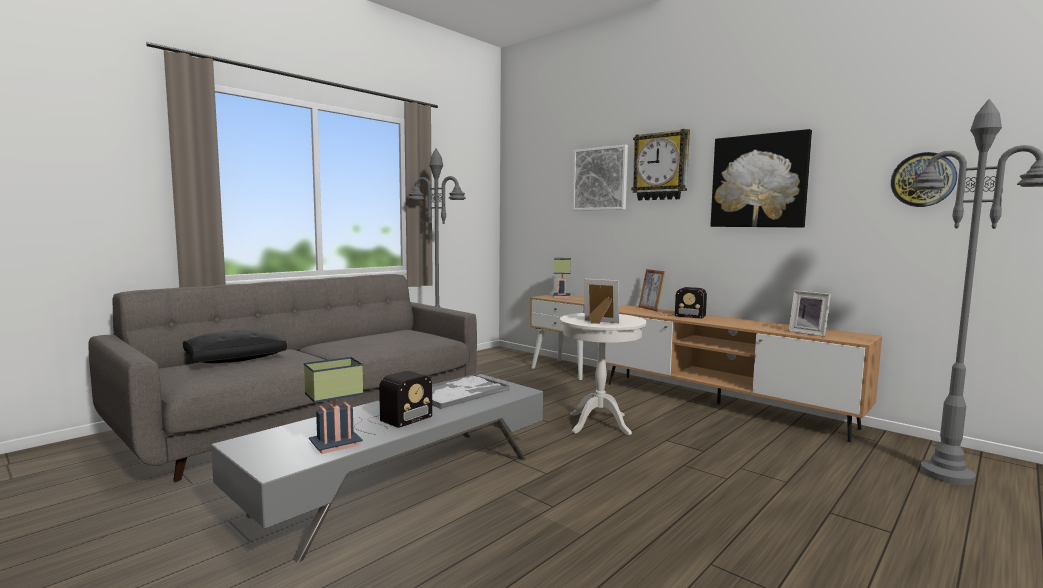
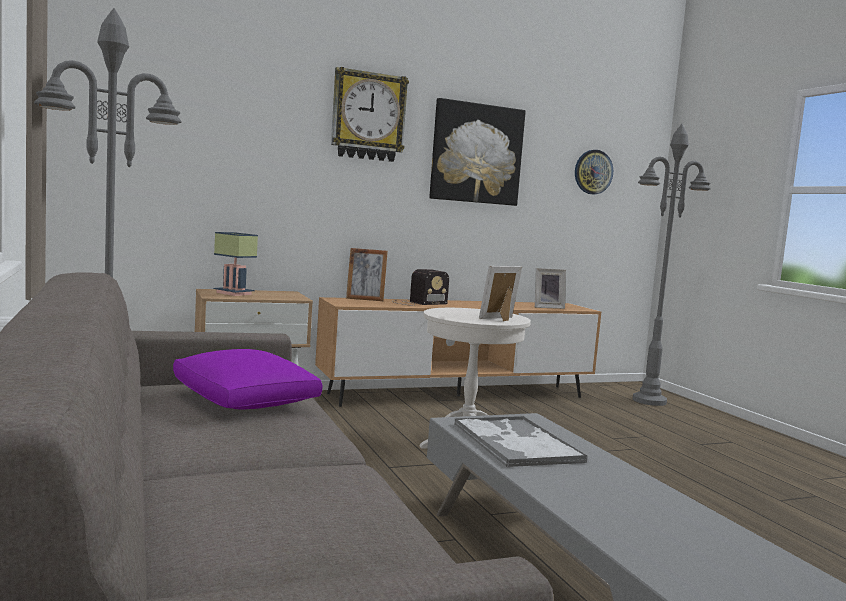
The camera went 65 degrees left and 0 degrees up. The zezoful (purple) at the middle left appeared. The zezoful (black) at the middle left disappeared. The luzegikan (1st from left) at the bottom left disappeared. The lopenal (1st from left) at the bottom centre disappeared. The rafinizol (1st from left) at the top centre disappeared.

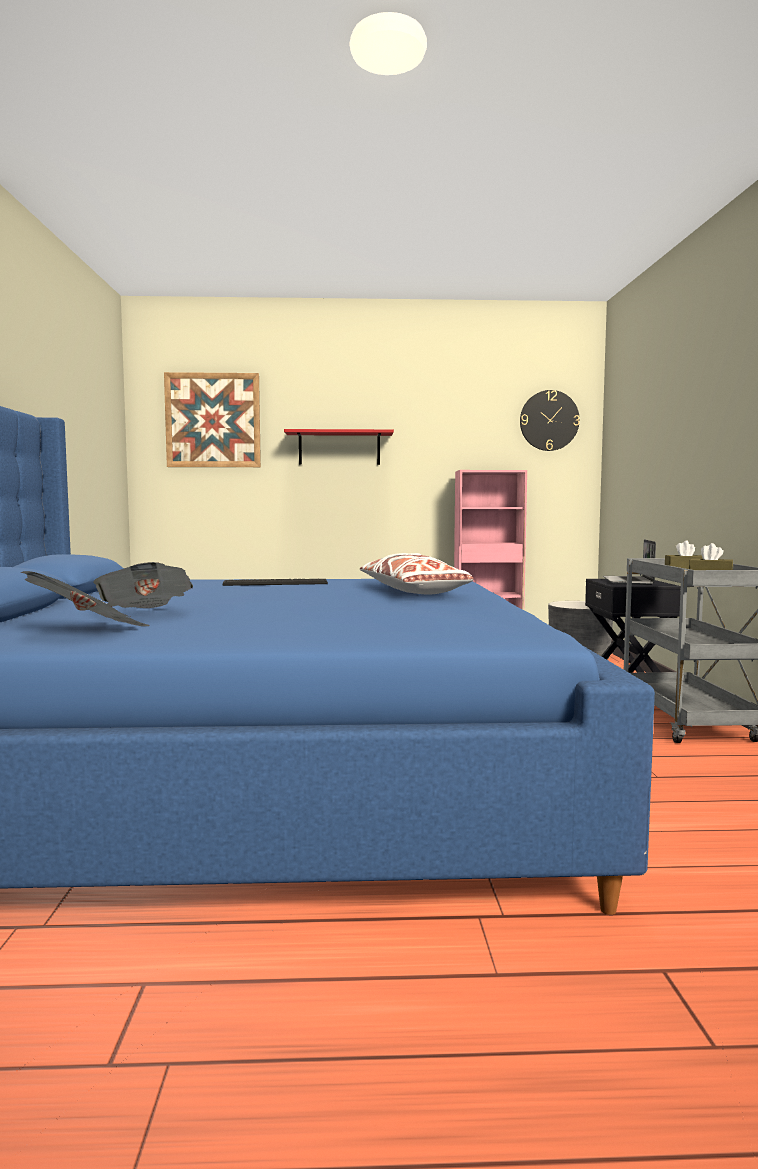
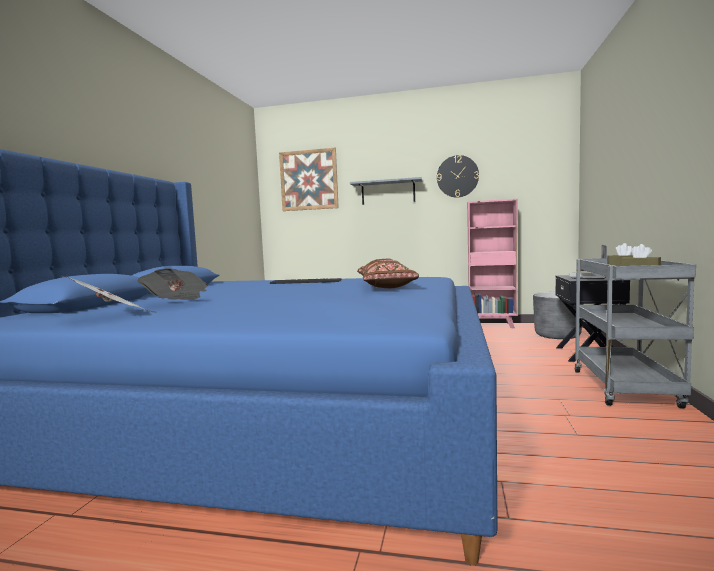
The camera went 15 degrees right and 0 degrees up. The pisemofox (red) at the centre became the pisemofox (grey) at the centre. The zezoful (white) at the centre became the zezoful (brown) at the centre. The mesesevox moved from the middle right to the top centre.

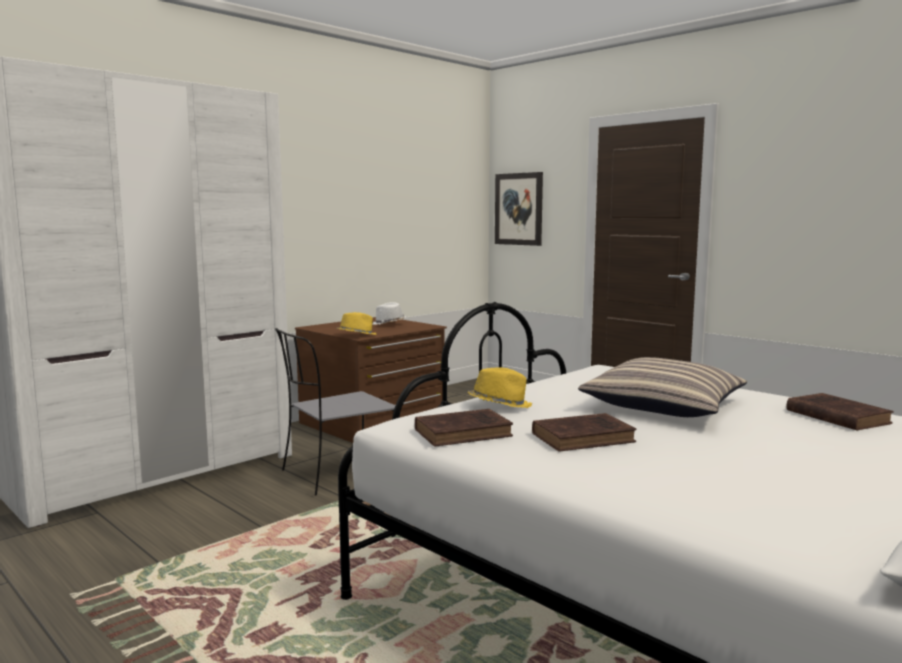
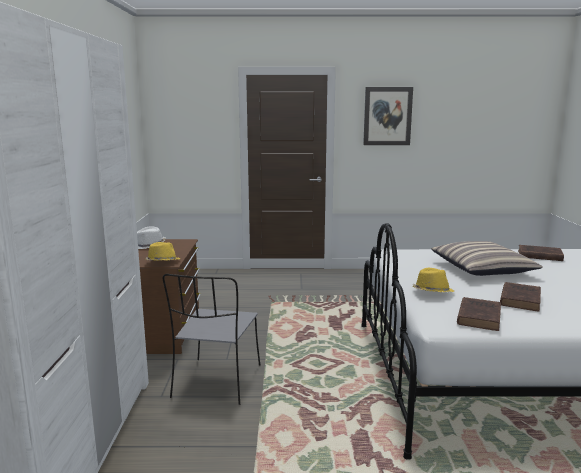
The camera went 45 degrees left and 5 degrees up. The rafinizol moved from the top centre to the top right.

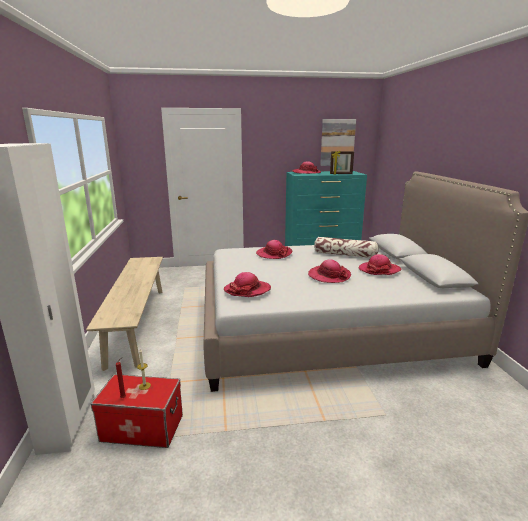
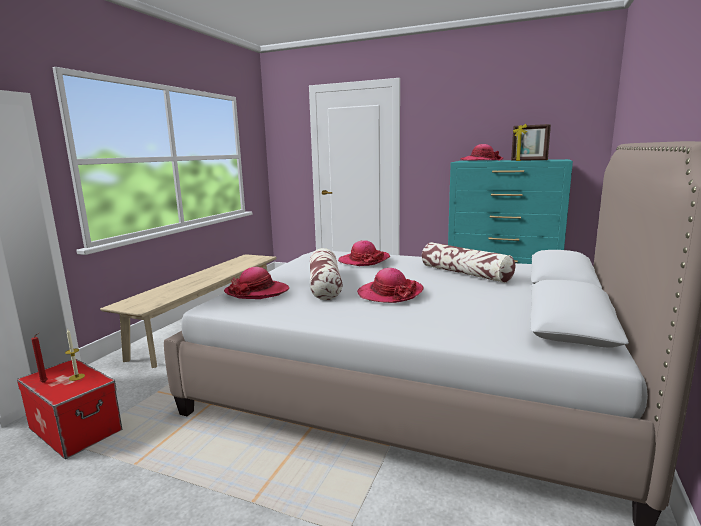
The camera went 30 degrees right and 5 degrees down. The zezoful (1st from left) at the centre appeared. The rafinizol at the top centre disappeared. The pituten (5th from left) at the middle right disappeared.

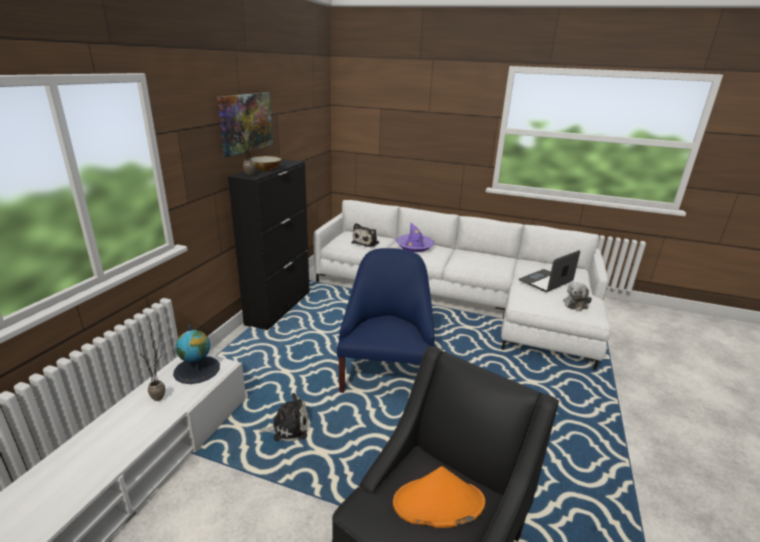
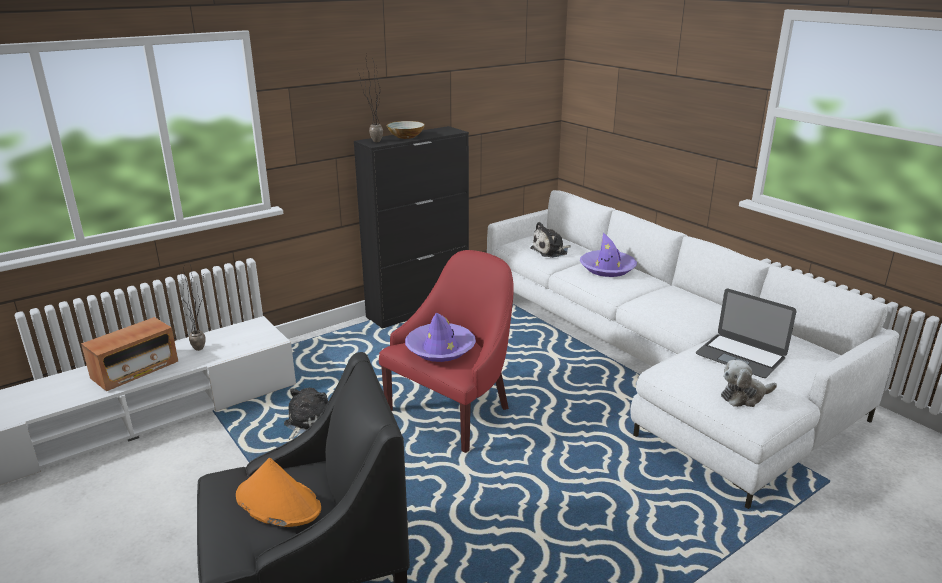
The camera went 35 degrees right and 0 degrees up. The lopenal at the middle left appeared. The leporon (1st from left) at the bottom centre turned 90 degrees counterclockwise. The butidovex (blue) at the centre became the butidovex (red) at the centre. The pituten (purple) (1st from left) at the centre appeared. The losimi at the middle right turned 135 degrees counterclockwise. The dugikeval at the middle left disappeared. The rafinizol at the top left disappeared.

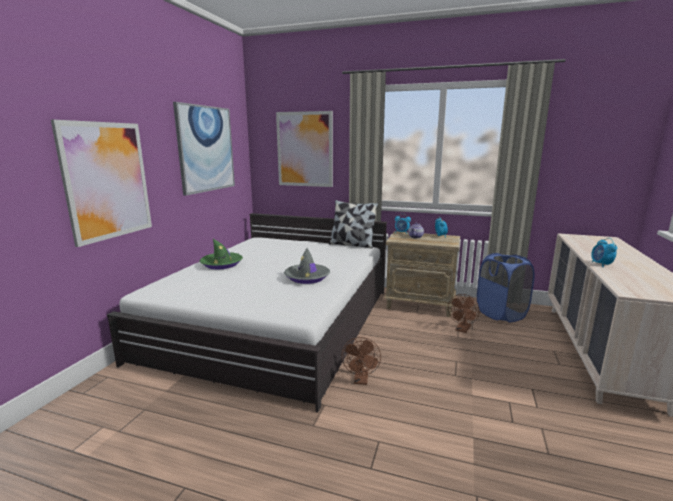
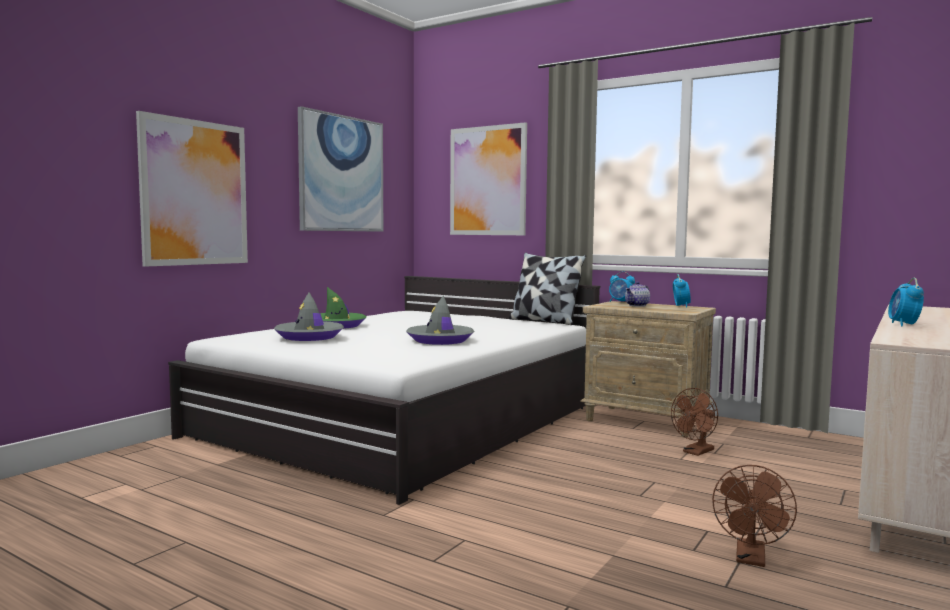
The camera went 15 degrees right and 10 degrees down. The pituten (grey) (1st from left) at the middle left appeared. The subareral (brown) (1st from left in the first image) moved from the bottom centre to the bottom right. The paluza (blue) at the middle right disappeared.

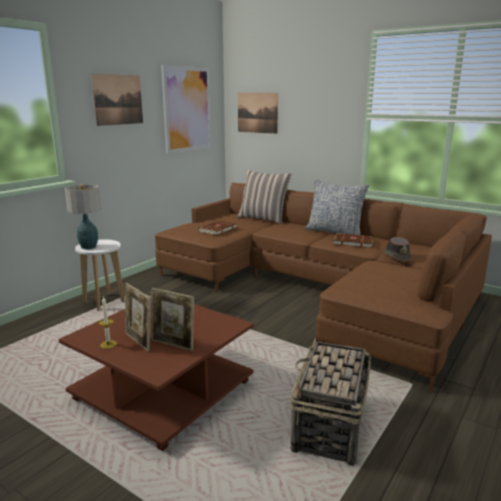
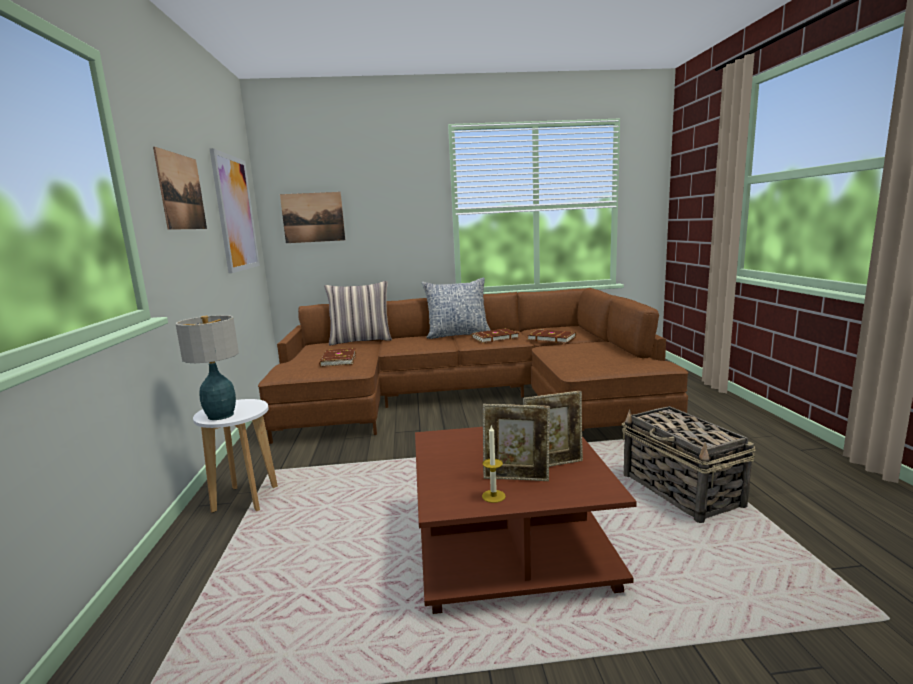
The camera went 40 degrees left and 5 degrees down. The pituten (brown) at the middle right was replaced by the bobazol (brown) (3rd from left) at the centre.

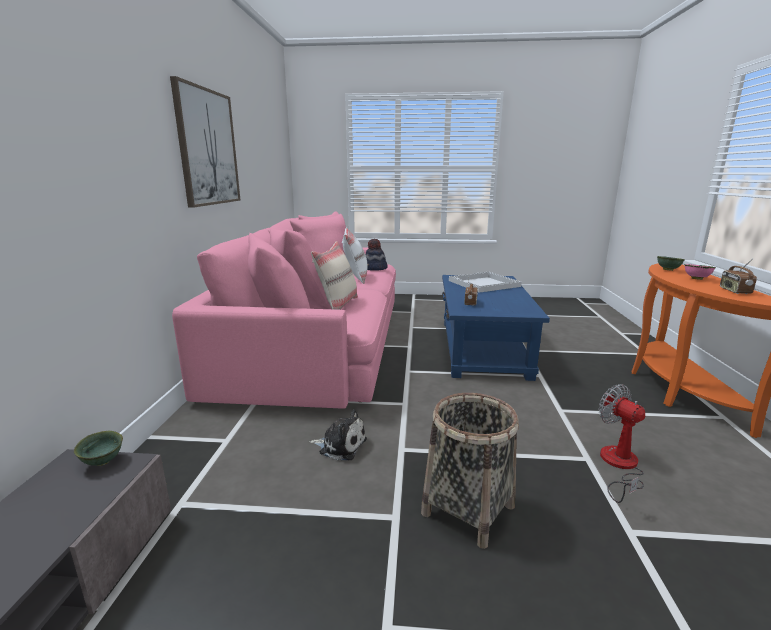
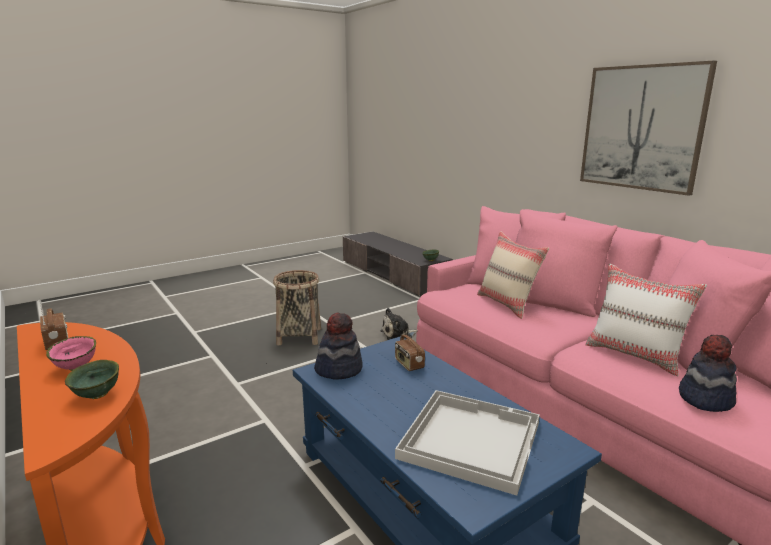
The camera went 140 degrees right and 0 degrees up. The pituten (1st from left) at the centre appeared. The subareral at the bottom right disappeared.

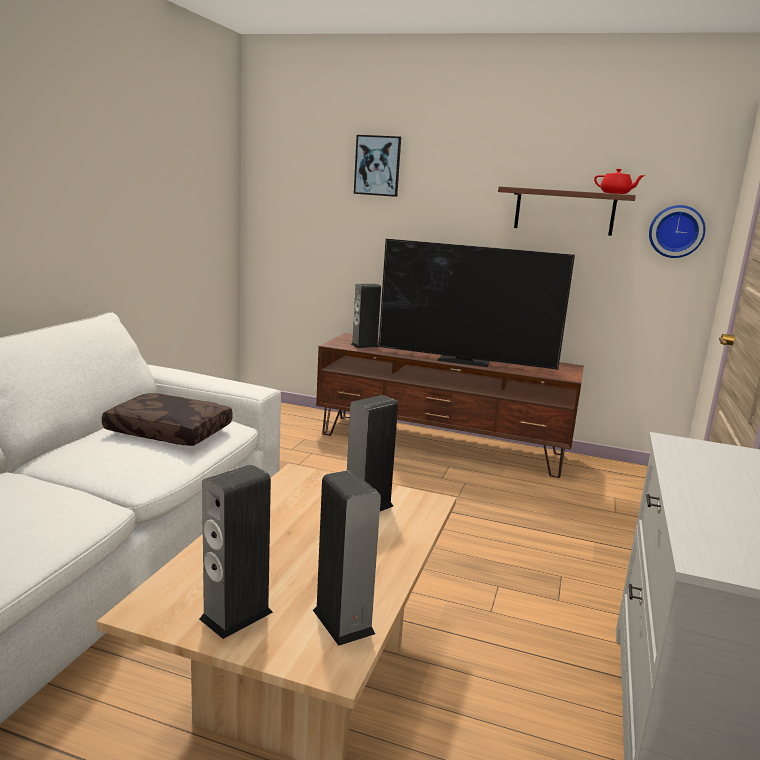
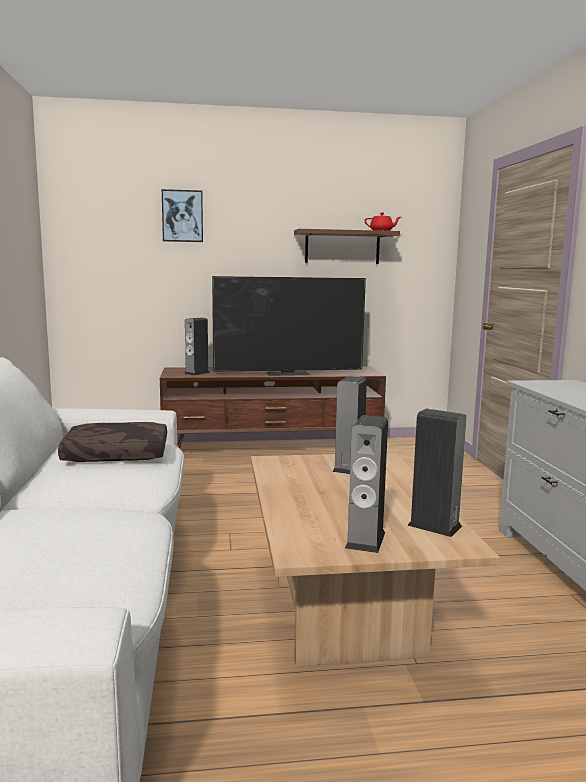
The camera went 25 degrees left and 5 degrees down. The mesesevox at the top right disappeared.

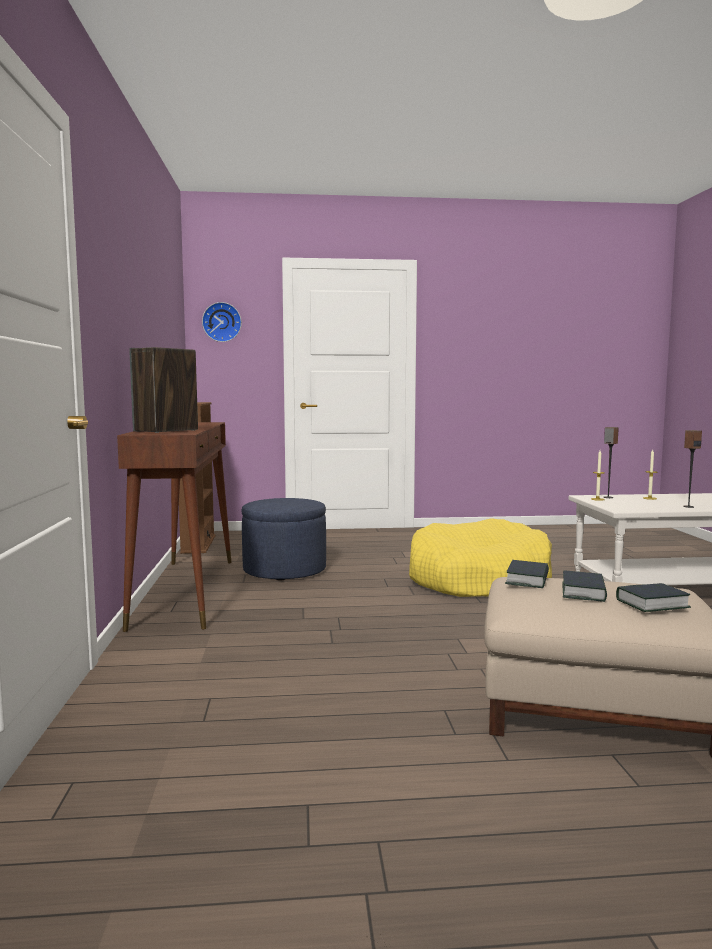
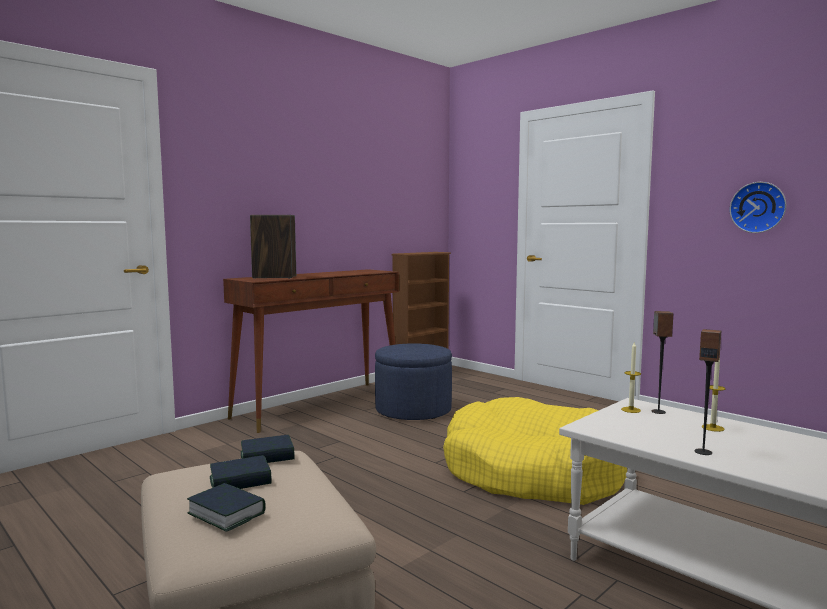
The camera went 50 degrees right and 0 degrees up. The mesesevox moved from the middle left to the middle right.

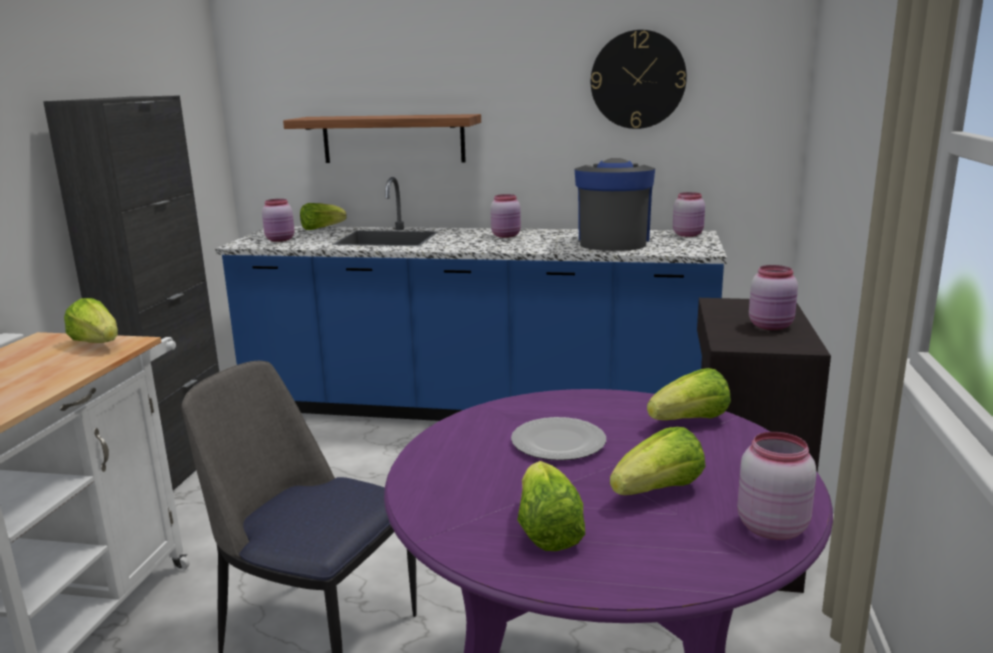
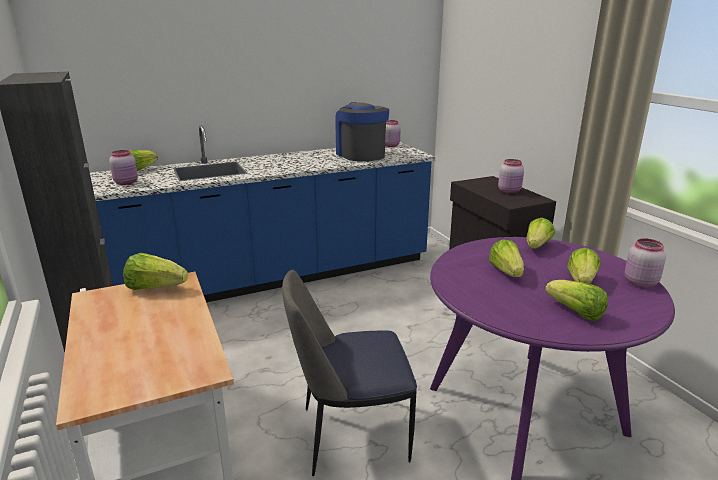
The camera went 35 degrees left and 5 degrees up. The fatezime at the bottom centre was replaced by the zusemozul (3rd from left) at the middle right. The pisemofox at the top centre disappeared. The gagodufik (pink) (2nd from left) at the top centre disappeared. The mesesevox at the top centre disappeared.

